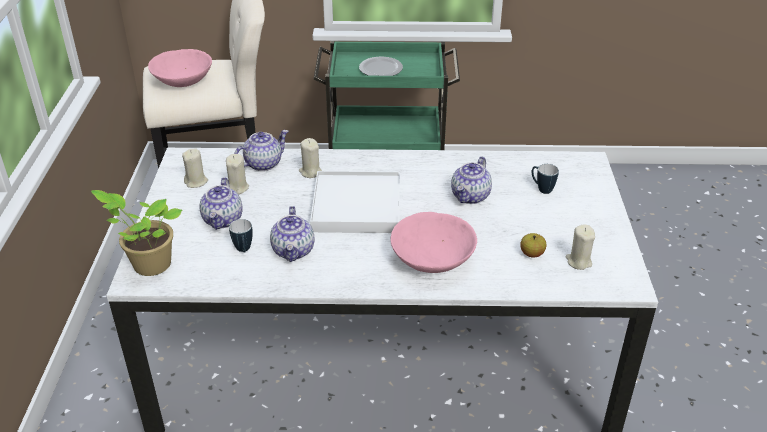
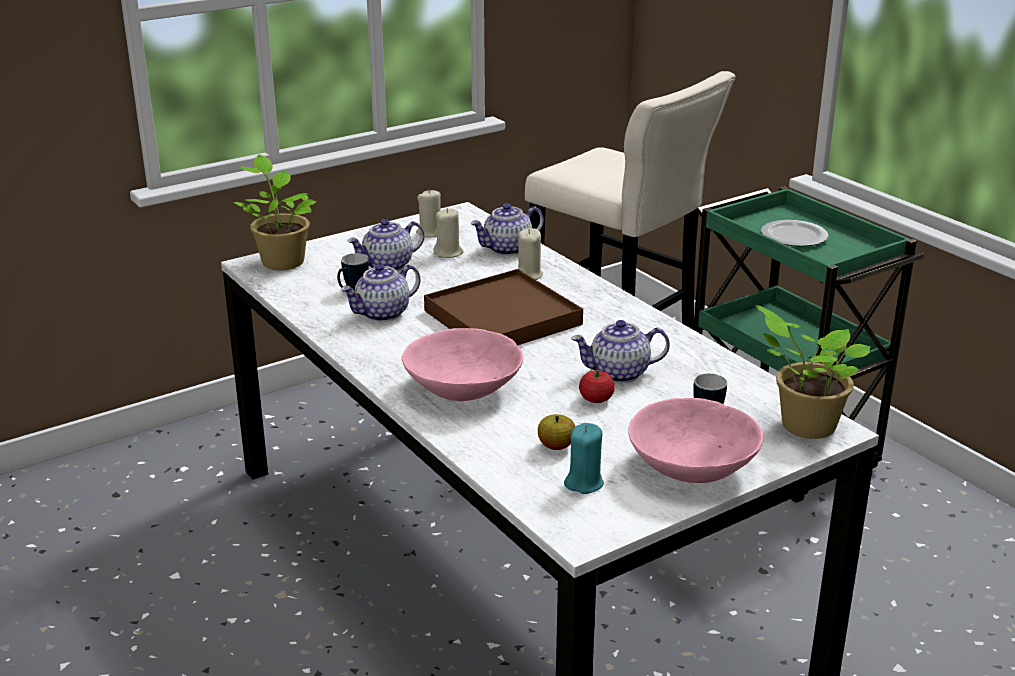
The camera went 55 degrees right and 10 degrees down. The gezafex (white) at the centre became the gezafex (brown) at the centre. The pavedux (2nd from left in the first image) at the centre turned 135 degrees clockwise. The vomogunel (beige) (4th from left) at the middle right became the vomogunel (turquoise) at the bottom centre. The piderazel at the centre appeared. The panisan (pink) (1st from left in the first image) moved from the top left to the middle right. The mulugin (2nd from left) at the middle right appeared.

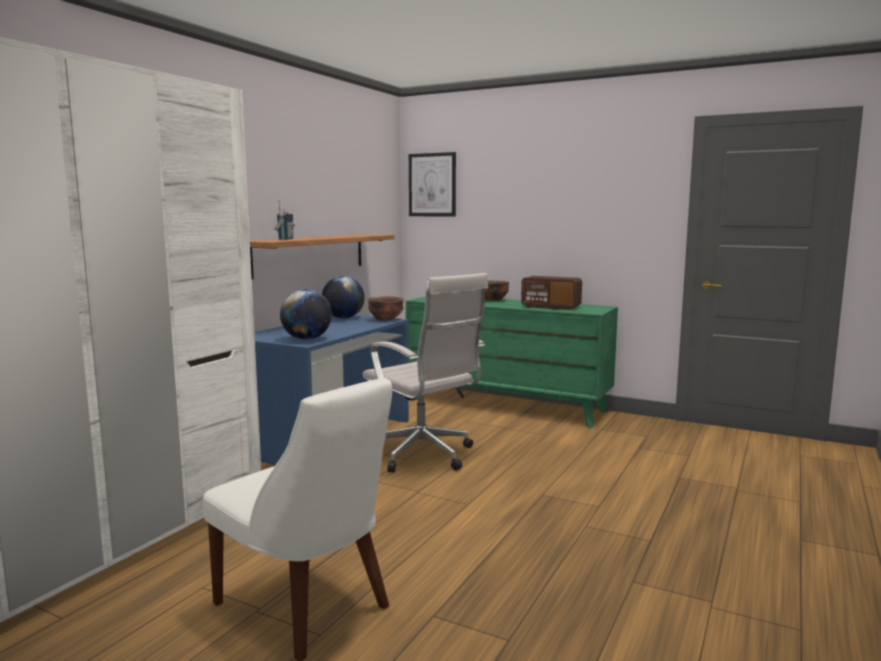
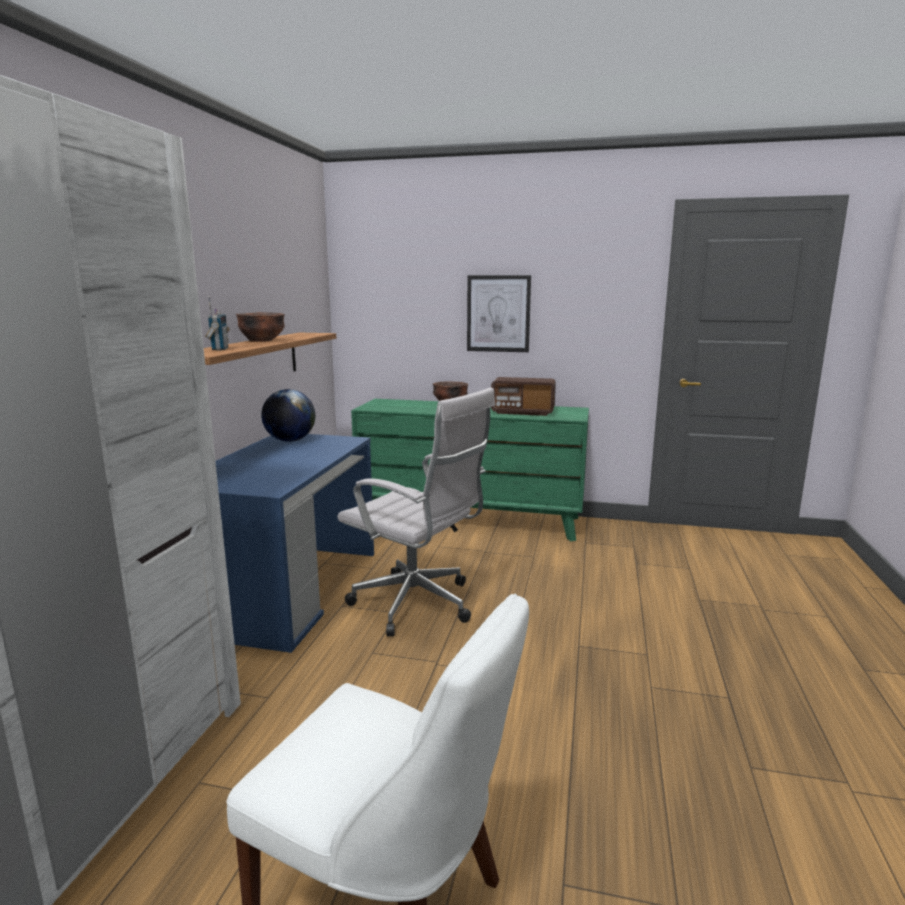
The camera went 15 degrees left and 5 degrees up. The panisan (brown) (1st from left) moved from the centre to the middle left. The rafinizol moved from the top centre to the centre. The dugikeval (1st from left) at the centre disappeared.

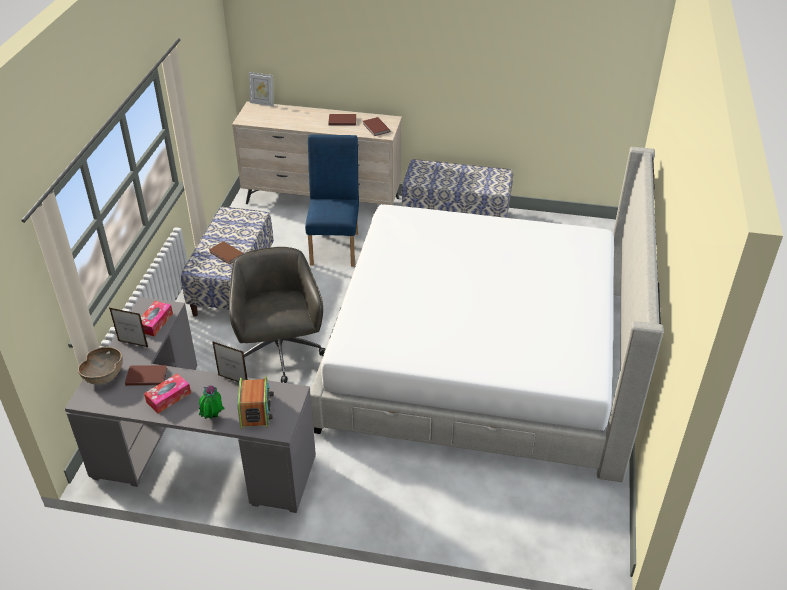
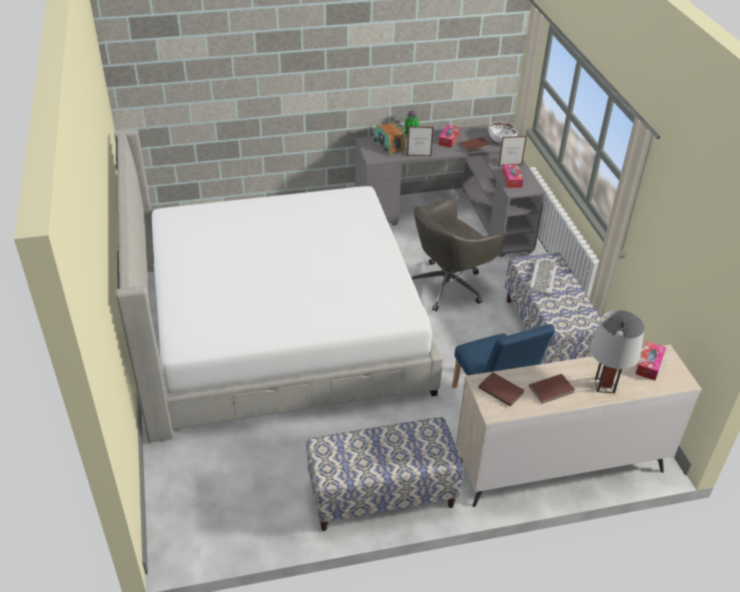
The camera went 155 degrees right and 0 degrees up. The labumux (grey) at the centre turned 90 degrees clockwise. The panisan (brown) at the middle left became the panisan (white) at the top right. The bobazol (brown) (2nd from left) at the middle left was replaced by the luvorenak at the middle right. The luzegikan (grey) at the middle right appeared. The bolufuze (3rd from left) at the middle right appeared. The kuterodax (3rd from left) at the top left disappeared.

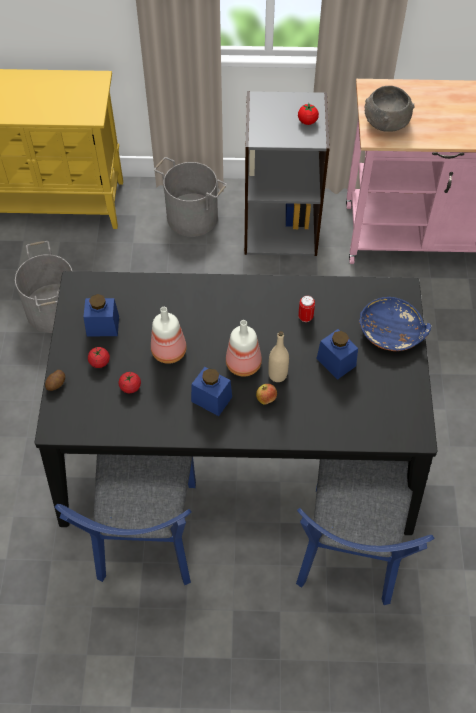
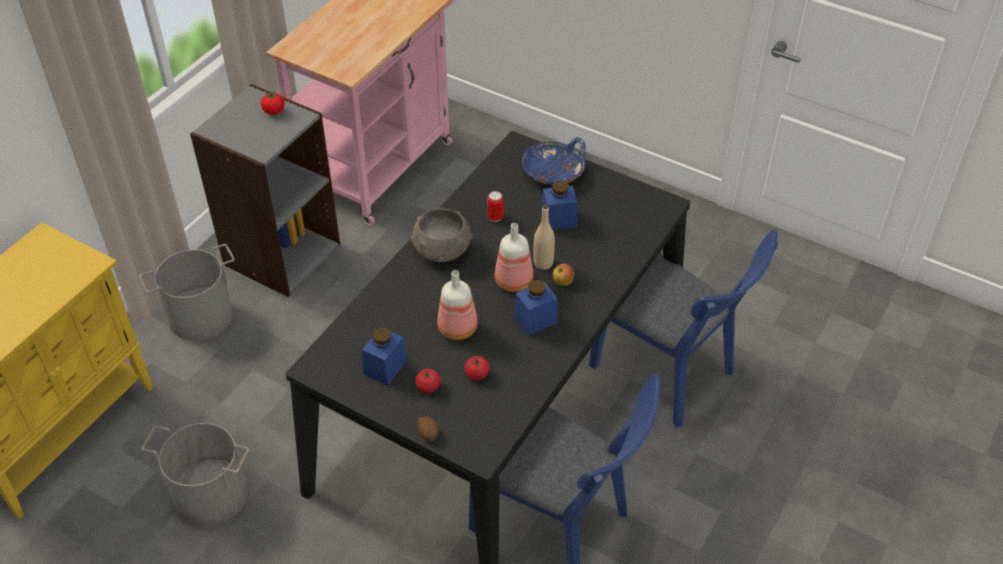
The camera went 60 degrees left and 10 degrees down. The panisan (grey) moved from the top right to the centre.

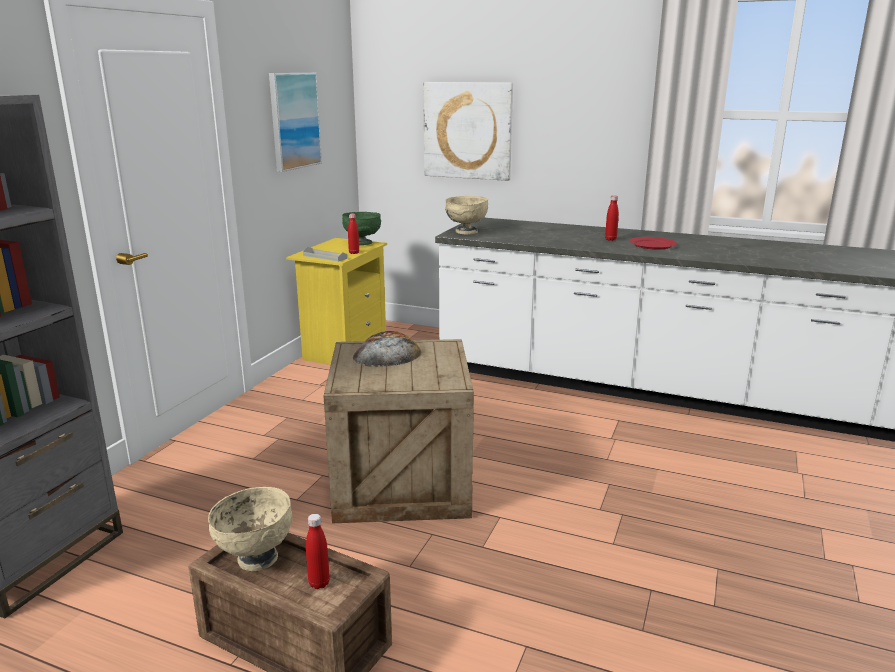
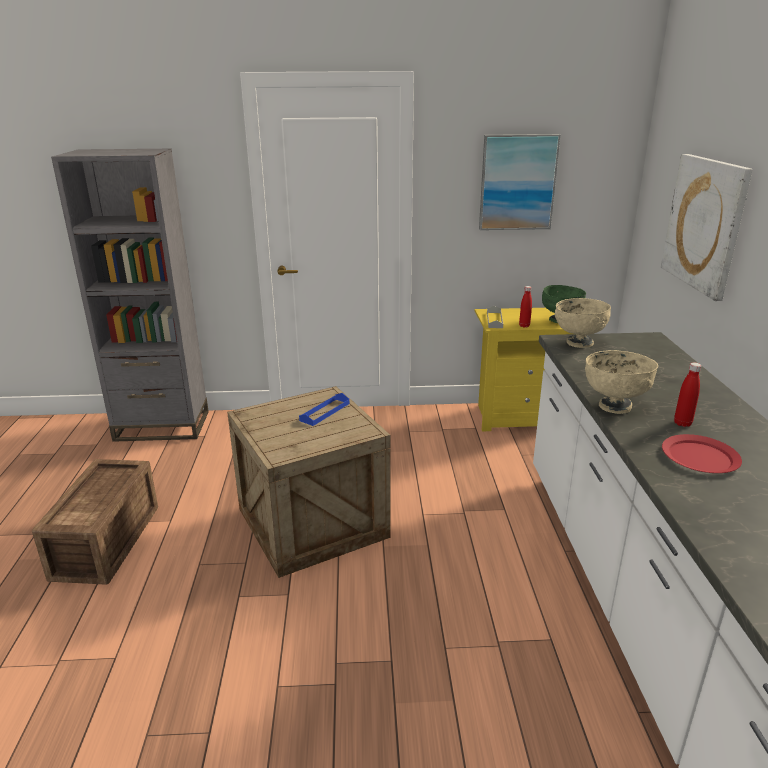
The camera went 65 degrees right and 5 degrees up. The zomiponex at the centre was replaced by the gezafex (blue) at the centre. The panisan (beige) (1st from left in the first image) moved from the bottom left to the middle right. The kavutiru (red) (1st from left) at the bottom centre disappeared.

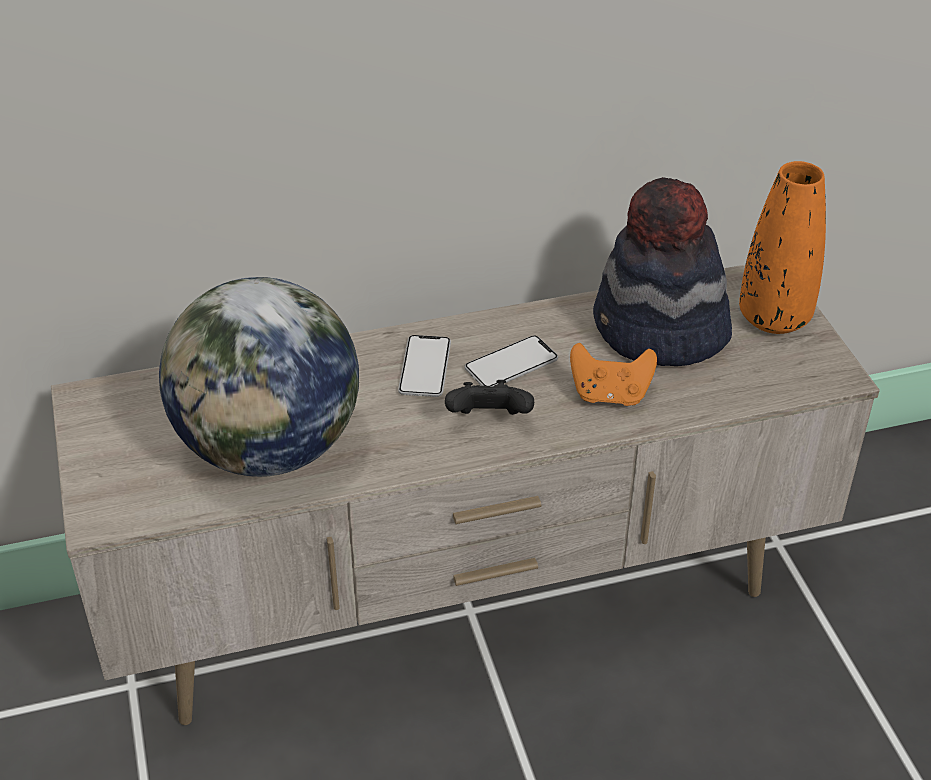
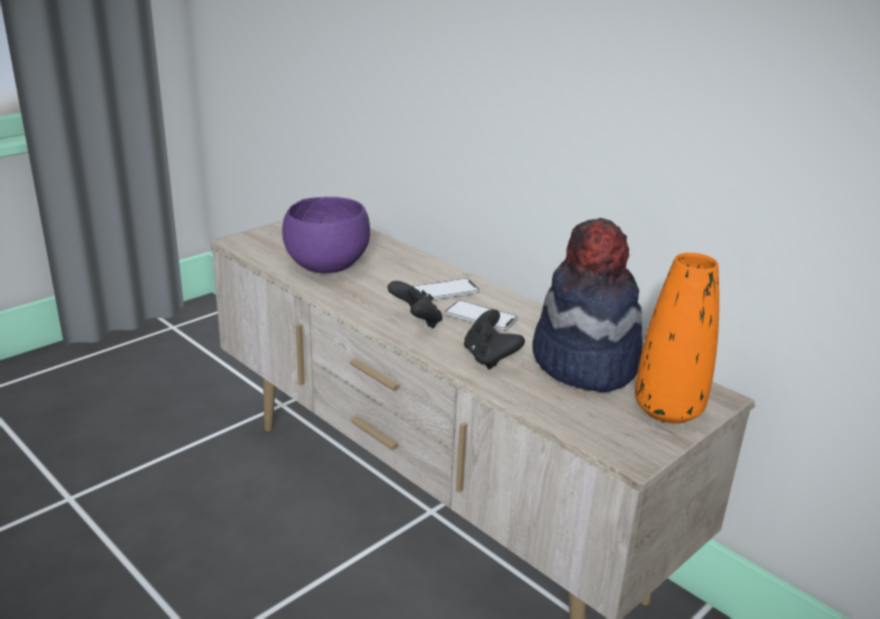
The camera went 60 degrees right and 15 degrees down. The dugikeval at the middle left was replaced by the panisan (purple) at the centre. The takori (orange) at the centre became the takori (black) (2nd from left) at the centre.

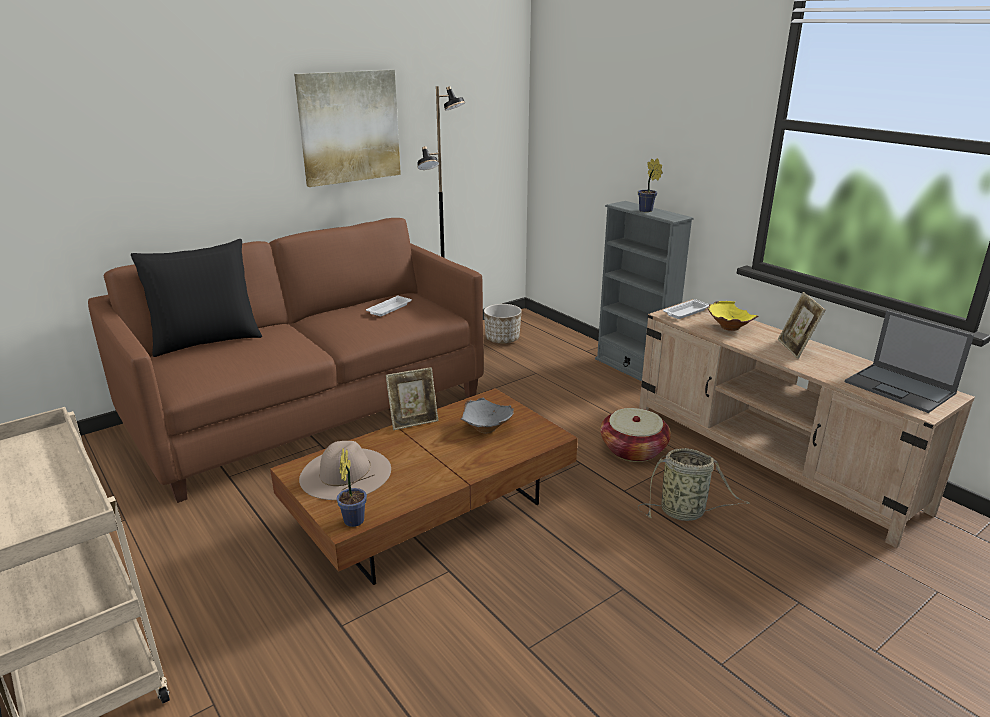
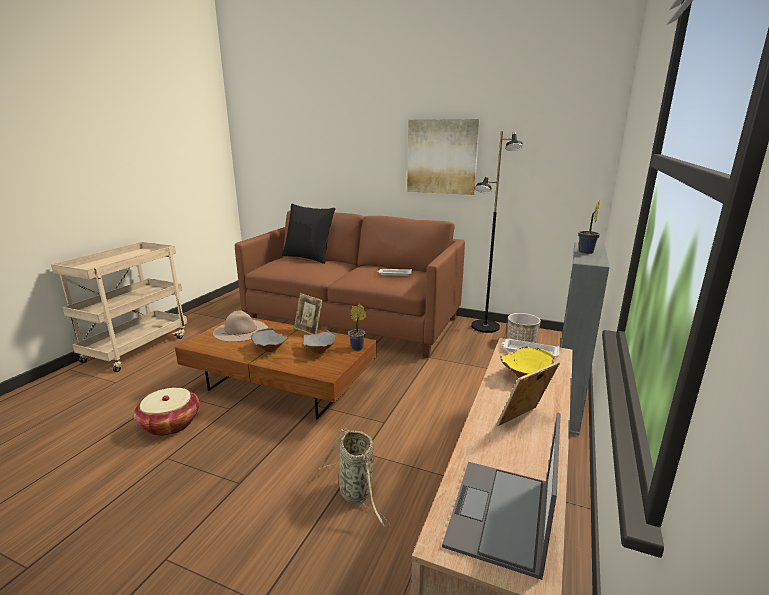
The camera went 60 degrees right and 5 degrees down. The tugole (1st from left) moved from the centre to the bottom left. The panisan (grey) (1st from left) at the centre appeared. The mulugin (1st from left) moved from the bottom centre to the centre.

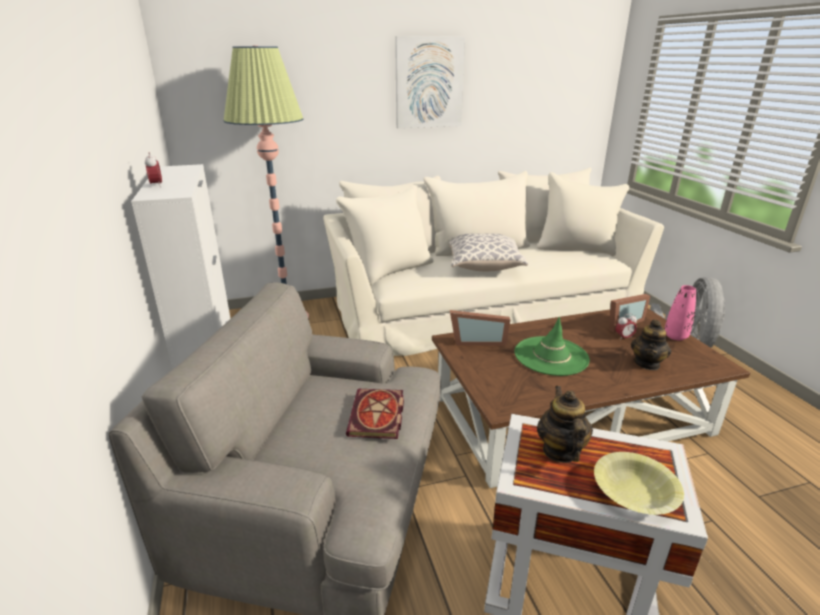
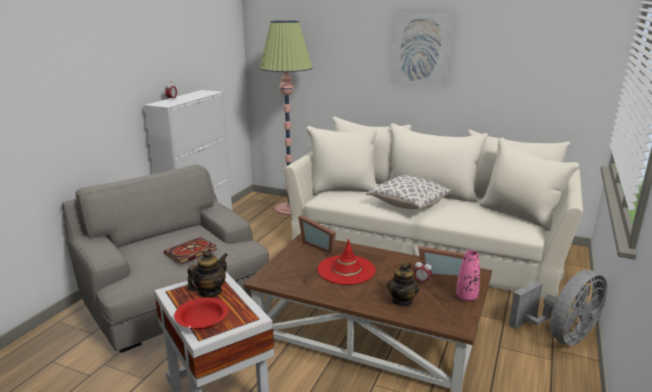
The camera went 40 degrees right and 5 degrees down. The panisan (yellow) at the bottom right became the panisan (red) at the bottom left. The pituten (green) at the middle right became the pituten (red) at the bottom centre. The pavedux (2nd from left) at the middle right turned 45 degrees counterclockwise.

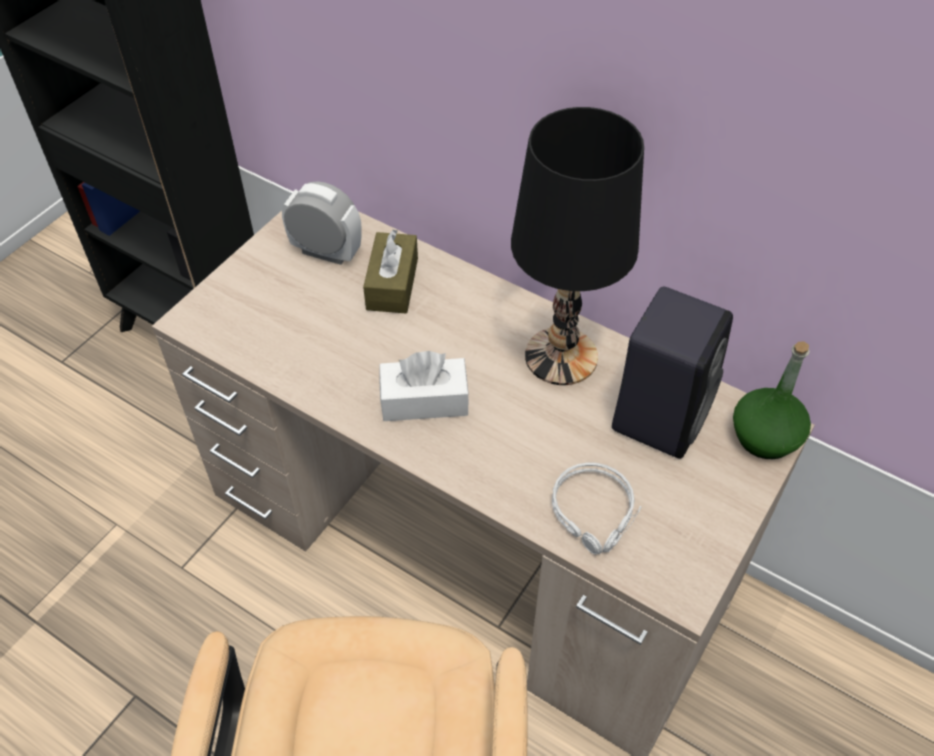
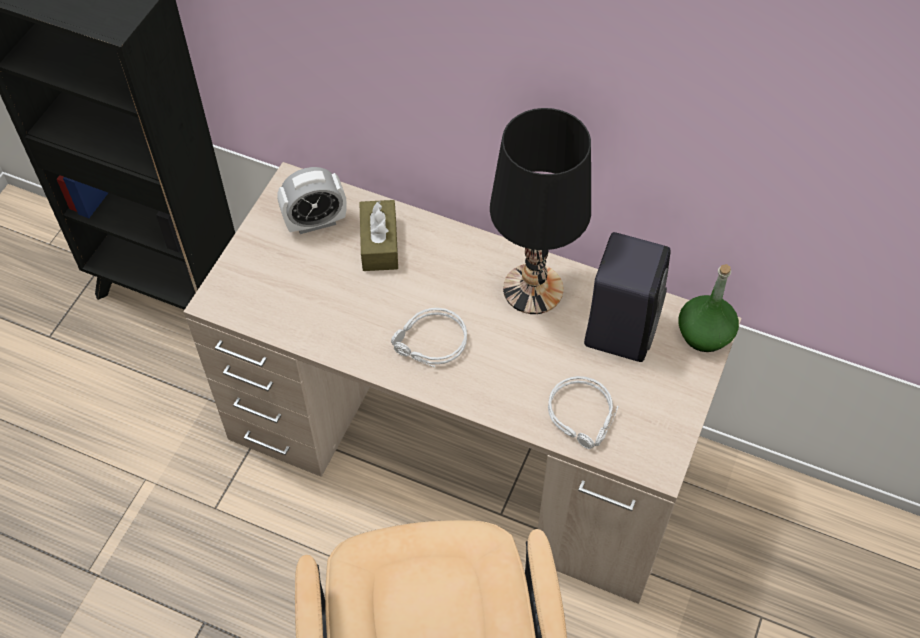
The camera went 10 degrees left and 5 degrees up. The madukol at the top centre turned 150 degrees clockwise. The bolufuze (white) at the centre was replaced by the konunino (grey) (1st from left) at the centre.

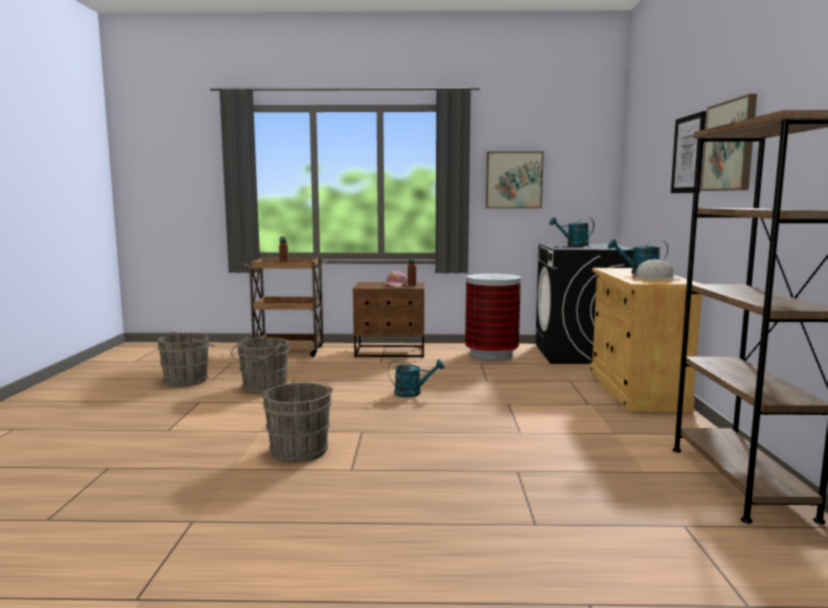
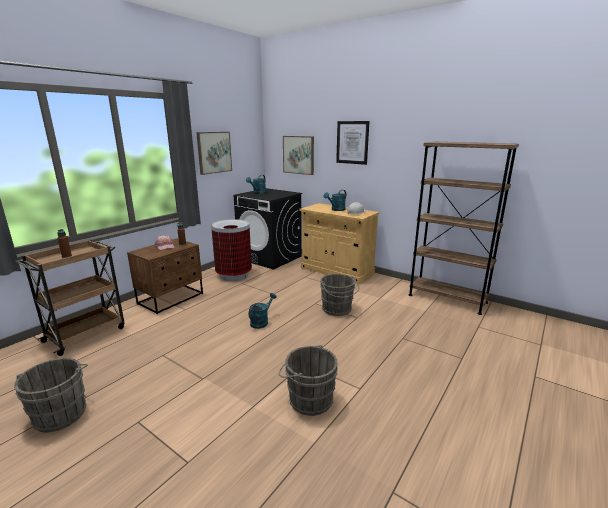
The camera went 55 degrees left and 10 degrees up. The rafinizol (3rd from left in the first image) moved from the top right to the top centre. The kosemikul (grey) (2nd from left in the first image) moved from the middle left to the centre.

